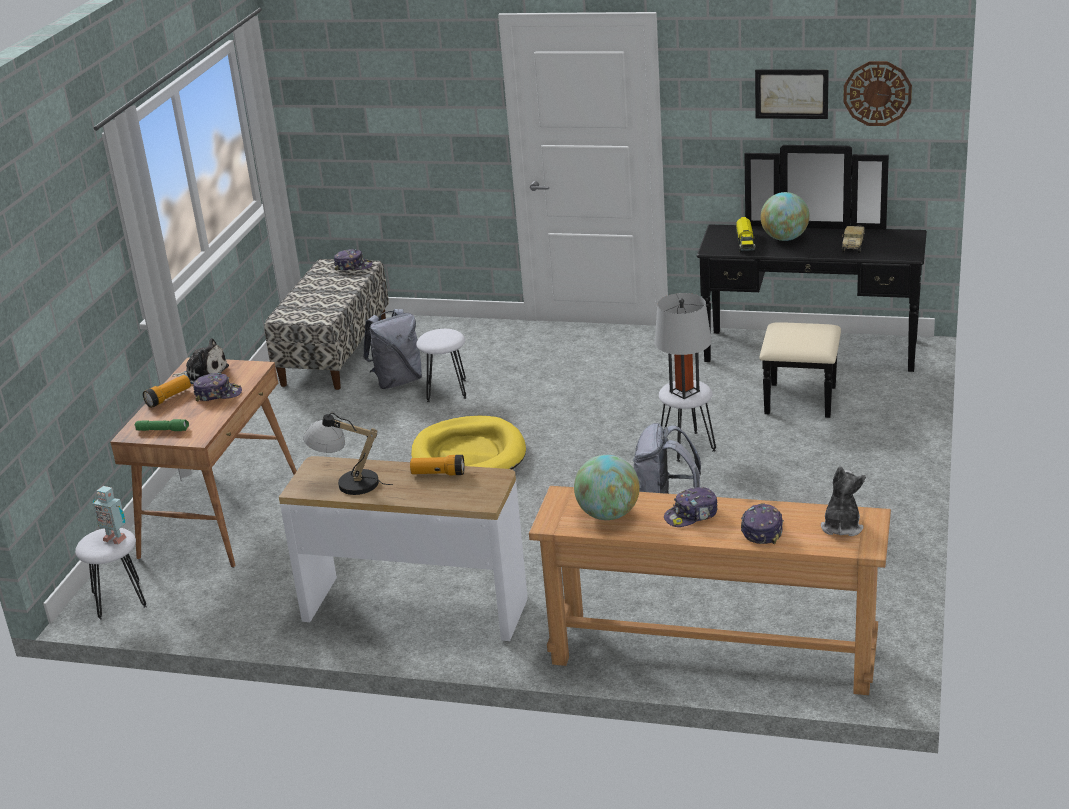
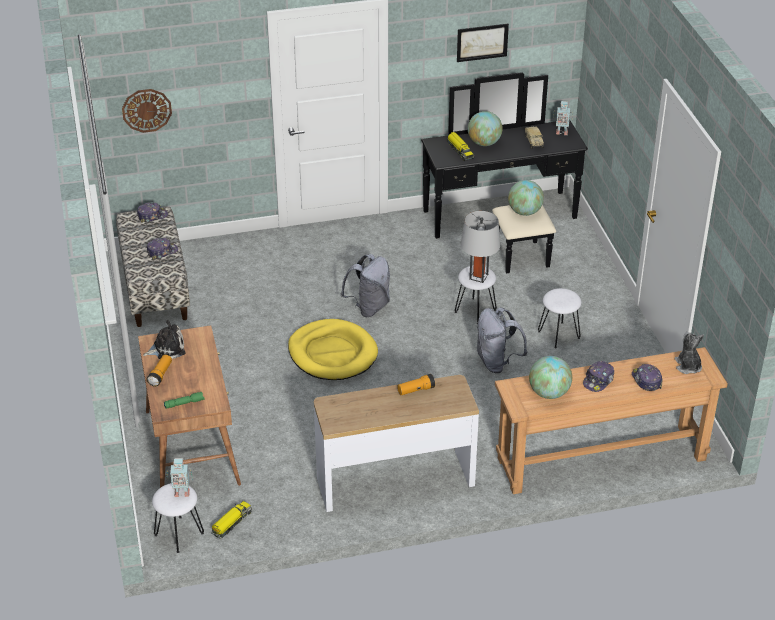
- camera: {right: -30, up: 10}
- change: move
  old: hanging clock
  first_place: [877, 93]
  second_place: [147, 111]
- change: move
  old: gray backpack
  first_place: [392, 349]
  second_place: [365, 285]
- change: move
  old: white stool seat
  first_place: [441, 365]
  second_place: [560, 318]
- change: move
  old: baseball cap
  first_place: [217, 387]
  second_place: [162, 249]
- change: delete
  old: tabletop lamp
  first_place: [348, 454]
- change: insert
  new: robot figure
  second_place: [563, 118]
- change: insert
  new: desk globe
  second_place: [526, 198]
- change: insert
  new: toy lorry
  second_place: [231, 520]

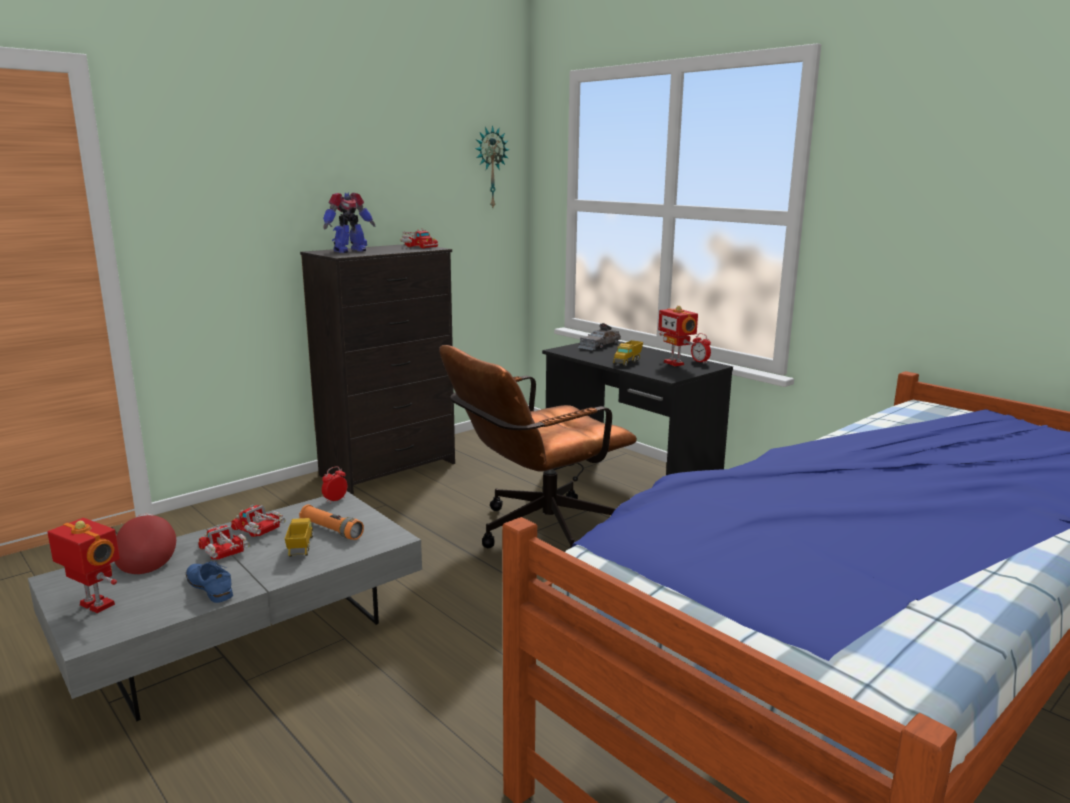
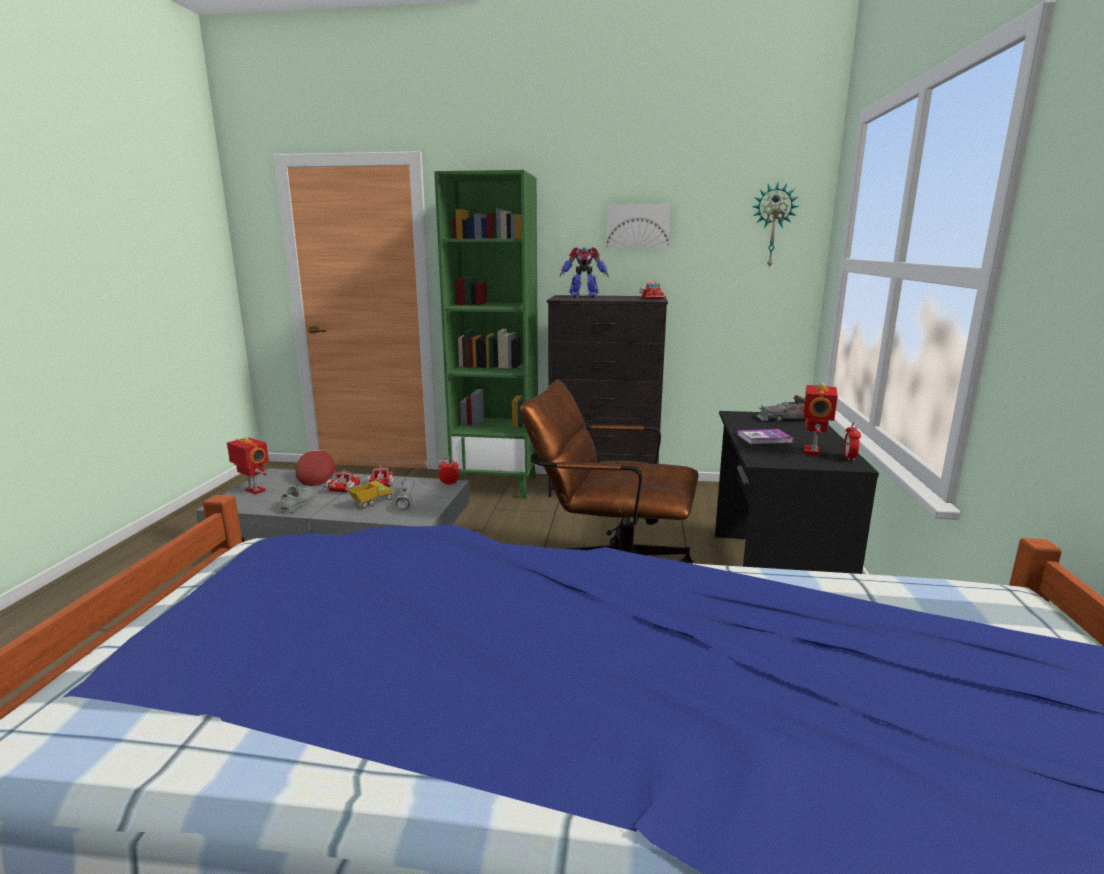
- camera: {right: 50, up: 0}
- change: replace
  old: toy lorry
  new: bound book
  first_place: [628, 353]
  second_place: [764, 436]
- change: recolor
  old: orange-coloured flashlight
  new: gray flashlight
  first_place: [331, 522]
  second_place: [405, 494]
- change: rotate
  old: reddish baseball cap
  first_place: [145, 544]
  second_place: [315, 468]
  degrees: -45
- change: rotate
  old: robot figure
  first_place: [83, 565]
  second_place: [248, 465]
  degrees: -45
- change: recolor
  old: bluish item of footwear
  new: gray item of footwear
  first_place: [209, 582]
  second_place: [297, 499]
- change: insert
  new: greenish bookcase
  second_place: [486, 334]
- change: insert
  new: wall art
  second_place: [638, 225]

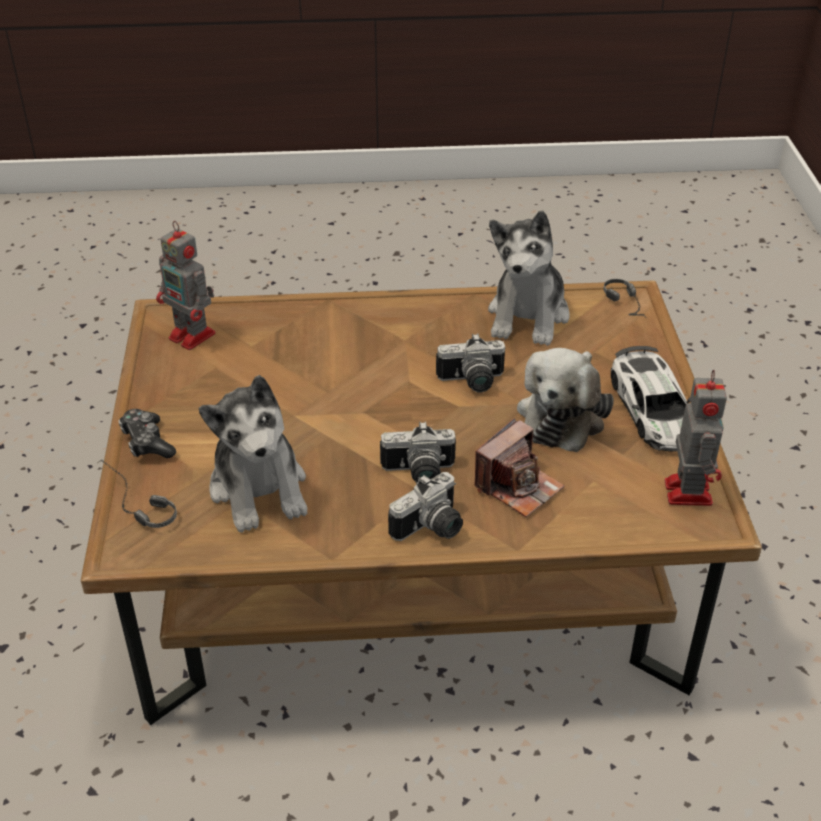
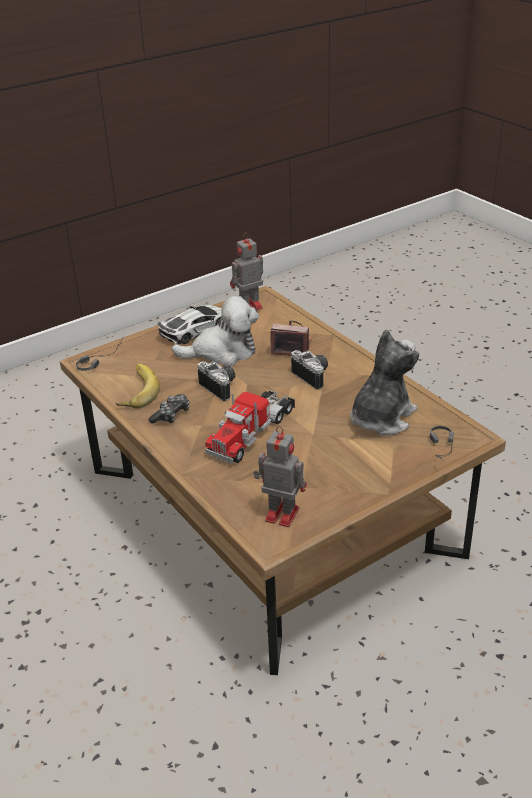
- camera: {right: -120, up: -5}
- change: replace
  old: plush toy
  new: whole banana
  first_place: [529, 278]
  second_place: [138, 386]
- change: rotate
  old: robot figure
  first_place: [186, 285]
  second_place: [280, 476]
  degrees: -75
- change: move
  old: gamepad
  first_place: [147, 434]
  second_place: [169, 409]
- change: delete
  old: photo camera
  first_place: [425, 506]
- change: insert
  new: toy lorry
  second_place: [250, 427]

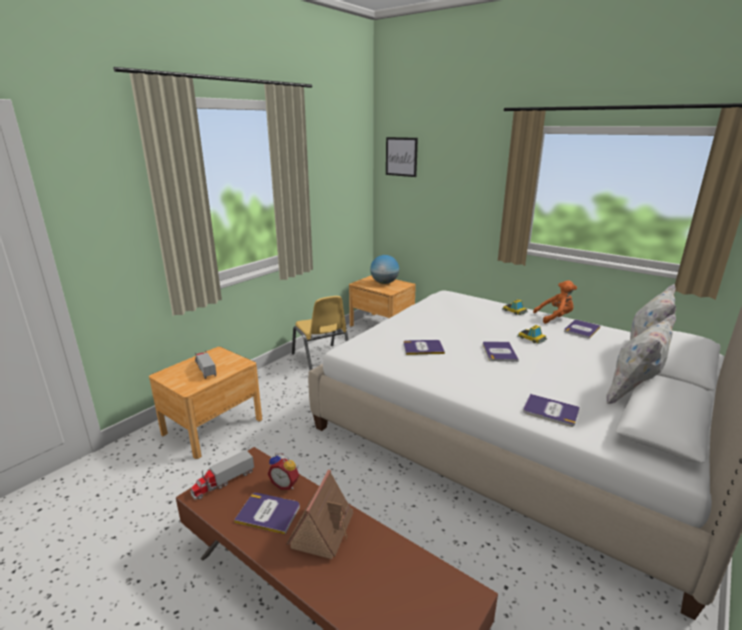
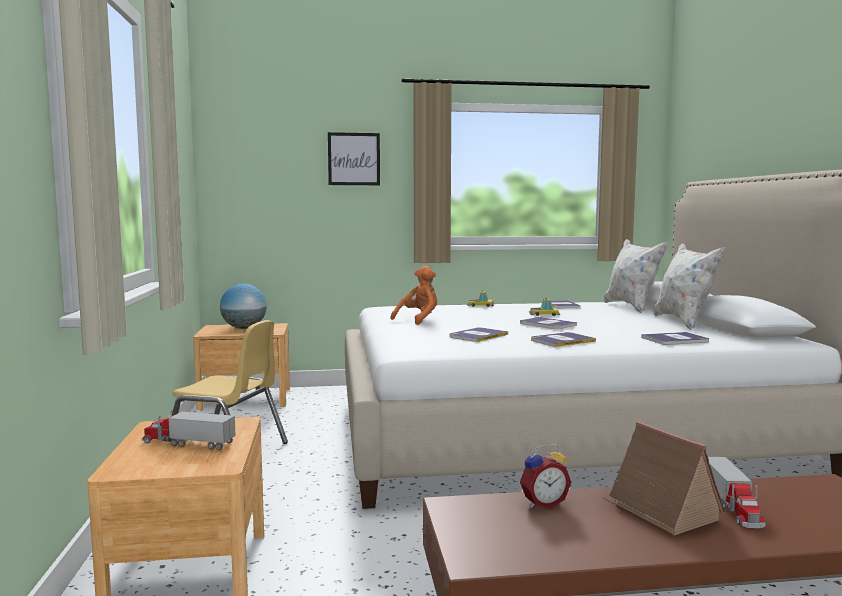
- camera: {right: -45, up: -15}
- change: move
  old: wall art
  first_place: [402, 157]
  second_place: [354, 158]
- change: move
  old: orange-coloured plush toy
  first_place: [555, 302]
  second_place: [414, 295]
- change: move
  old: toy lorry
  first_place: [222, 475]
  second_place: [737, 492]
- change: move
  old: bound book
  first_place: [267, 513]
  second_place: [563, 339]

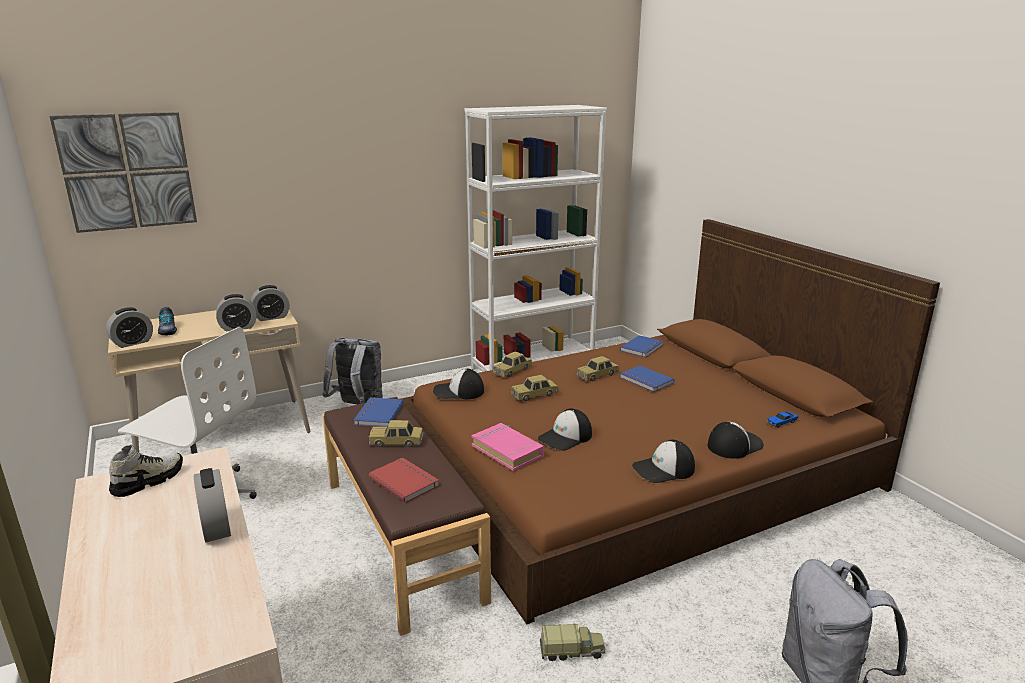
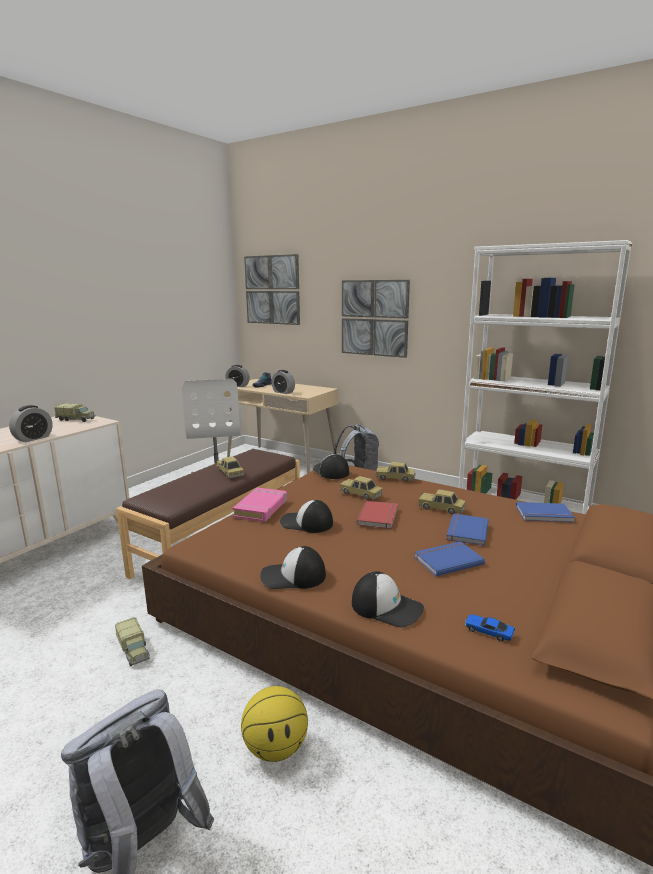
- camera: {right: 60, up: -5}
- change: delete
  old: table clock
  first_place: [270, 303]
- change: move
  old: bluish bound book
  first_place: [378, 412]
  second_place: [450, 558]
- change: rotate
  old: baseball cap
  first_place: [663, 461]
  second_place: [293, 567]
  degrees: -45
- change: replace
  old: item of footwear
  new: toy lorry
  first_place: [146, 471]
  second_place: [74, 412]
- change: move
  old: reddish bound book
  first_place: [404, 480]
  second_place: [377, 515]
- change: insert
  new: wall art
  second_place: [376, 319]
- change: insert
  new: basketball
  second_place: [274, 724]

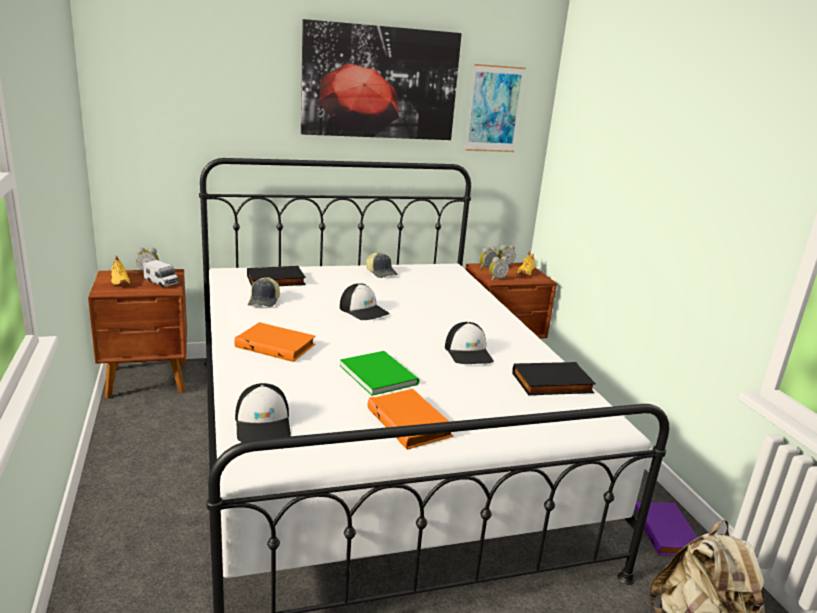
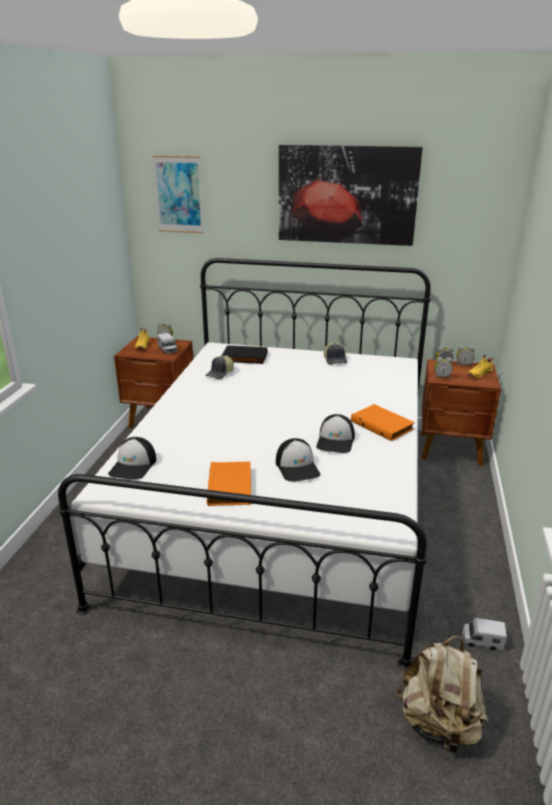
- camera: {right: 30, up: 5}
- change: move
  old: wall art
  first_place: [495, 108]
  second_place: [178, 194]
- change: move
  old: baseball cap
  first_place: [364, 301]
  second_place: [298, 459]
- change: move
  old: orange-coloured bound book
  first_place: [274, 342]
  second_place: [383, 422]
- change: delete
  old: greenish bound book
  first_place: [379, 373]
- change: delete
  old: black bound book
  first_place: [554, 378]
- change: replace
  old: purplish bound book
  new: toy lorry
  first_place: [666, 528]
  second_place: [484, 634]

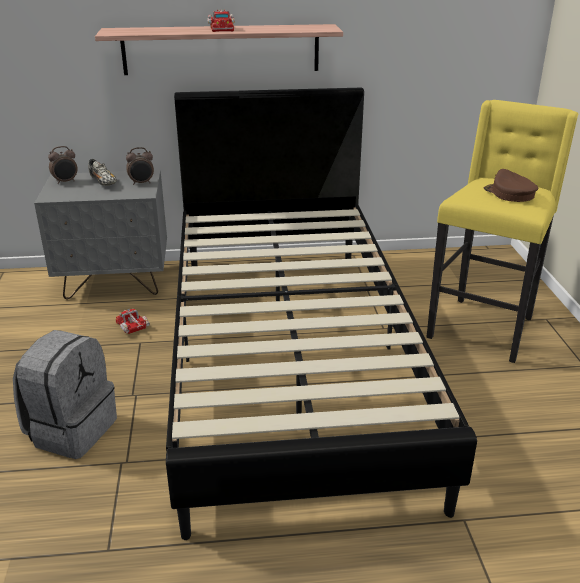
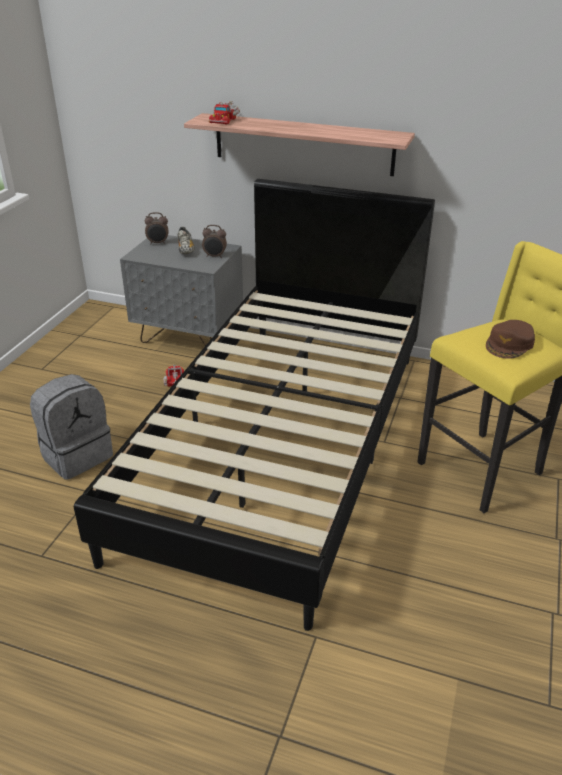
- camera: {right: 25, up: 5}
- change: move
  old: toy lorry
  first_place: [221, 20]
  second_place: [224, 112]
- change: rotate
  old: brown baseball cap
  first_place: [511, 185]
  second_place: [510, 339]
  degrees: -135

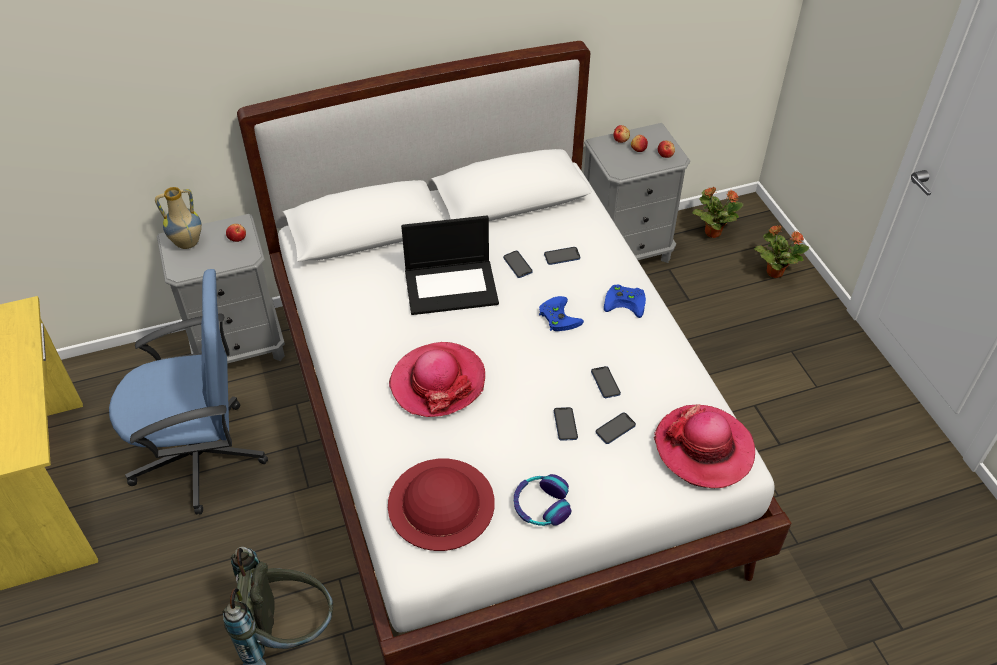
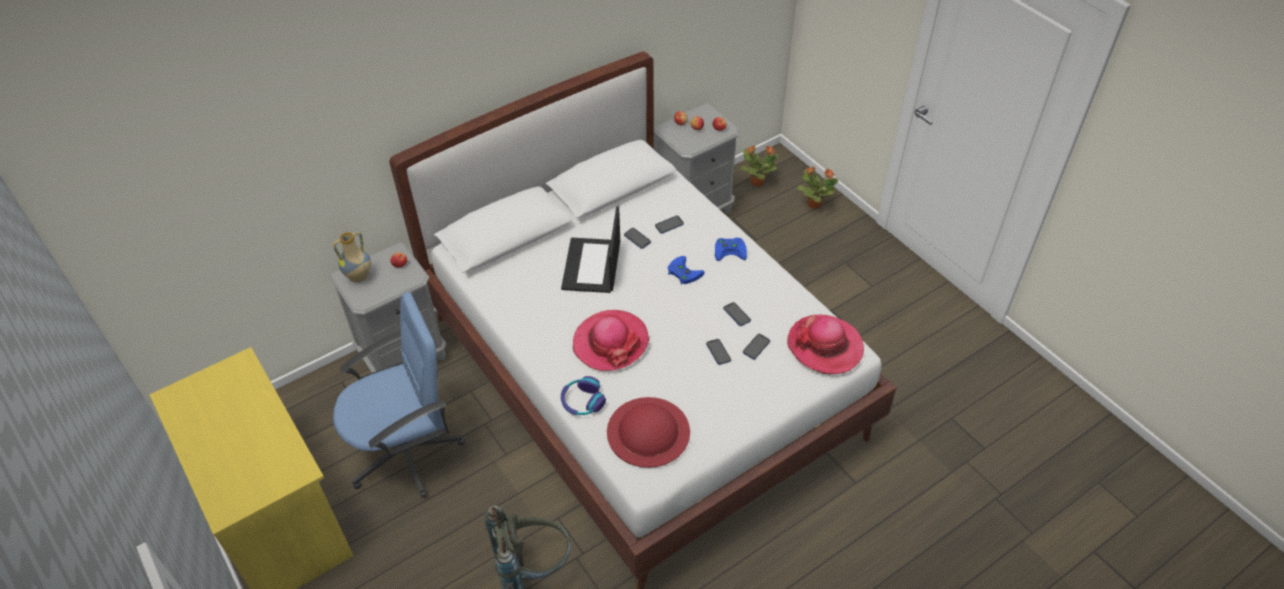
- camera: {right: -15, up: 0}
- change: rotate
  old: notebook computer
  first_place: [450, 265]
  second_place: [590, 249]
  degrees: 120
- change: move
  old: headset
  first_place: [542, 500]
  second_place: [583, 395]

